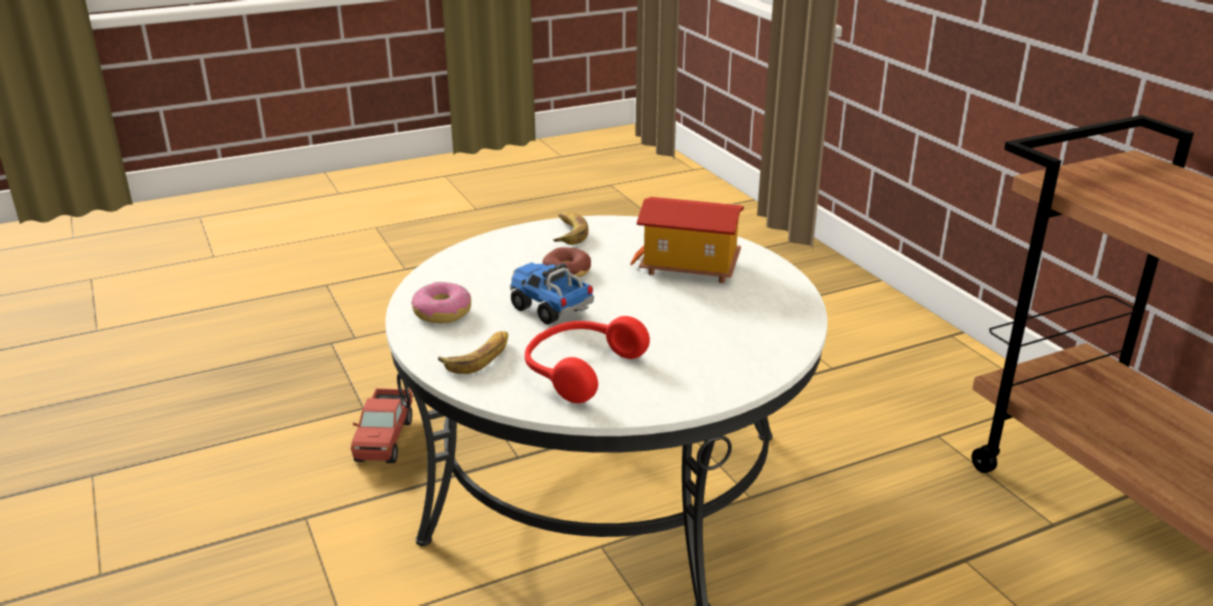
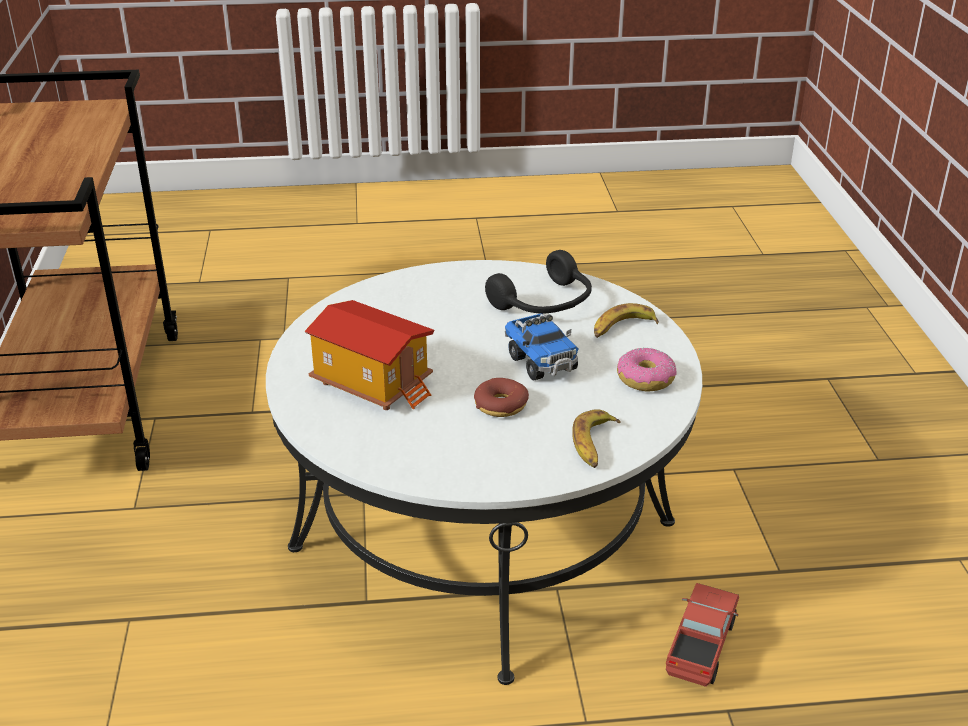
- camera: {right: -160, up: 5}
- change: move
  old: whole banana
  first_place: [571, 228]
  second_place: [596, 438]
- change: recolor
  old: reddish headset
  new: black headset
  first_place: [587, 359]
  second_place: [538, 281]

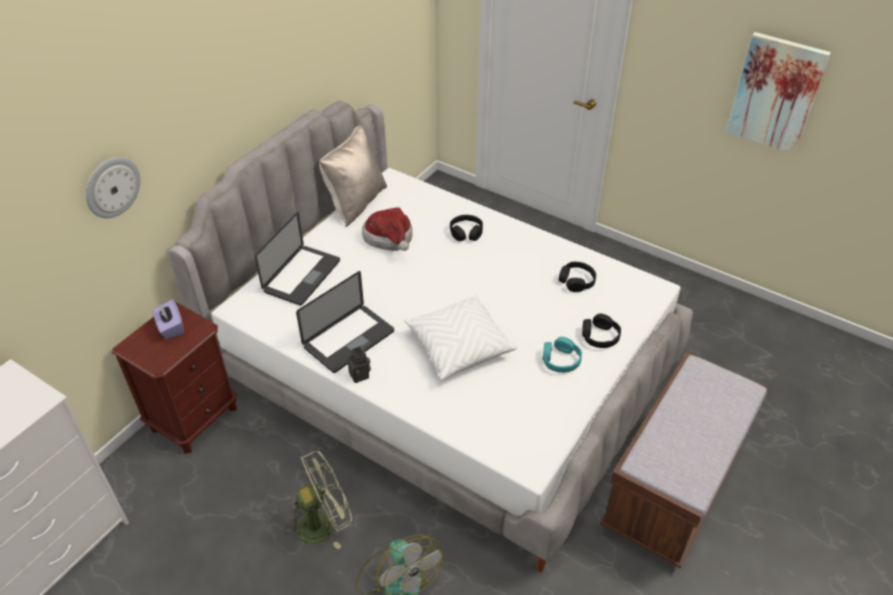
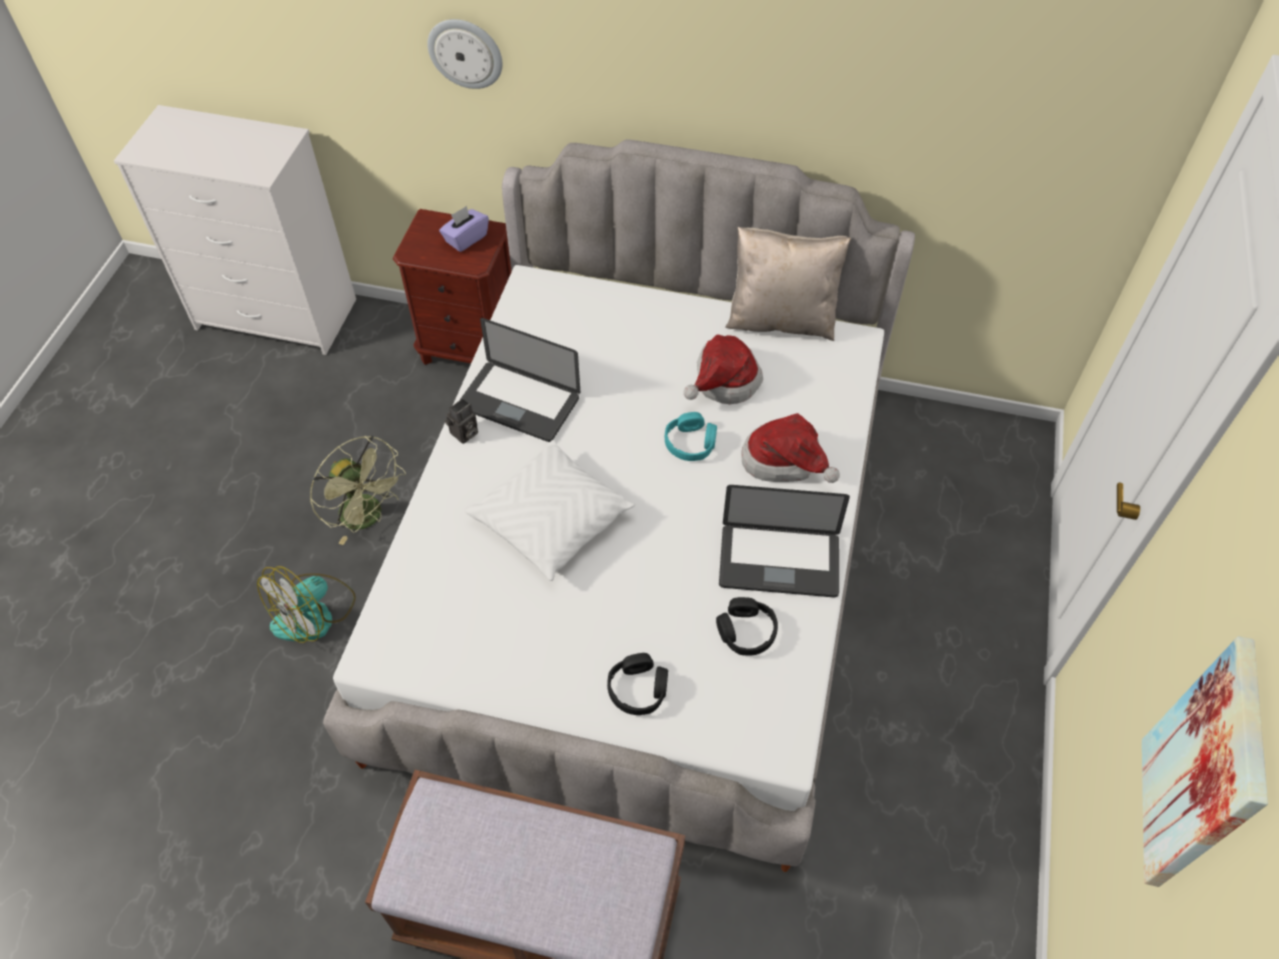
- camera: {right: 70, up: 10}
- change: move
  old: notebook computer
  first_place: [297, 259]
  second_place: [784, 541]
- change: replace
  old: black headset
  new: hat
  first_place: [466, 228]
  second_place: [790, 448]
- change: move
  old: turquoise-coloured headset
  first_place: [562, 355]
  second_place: [691, 436]

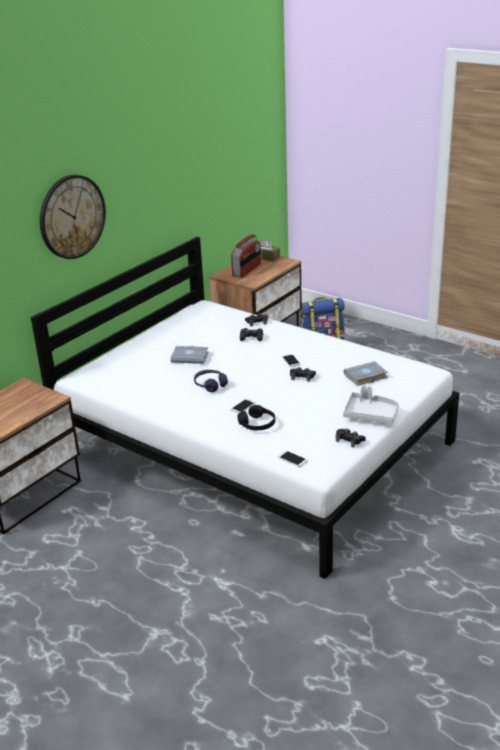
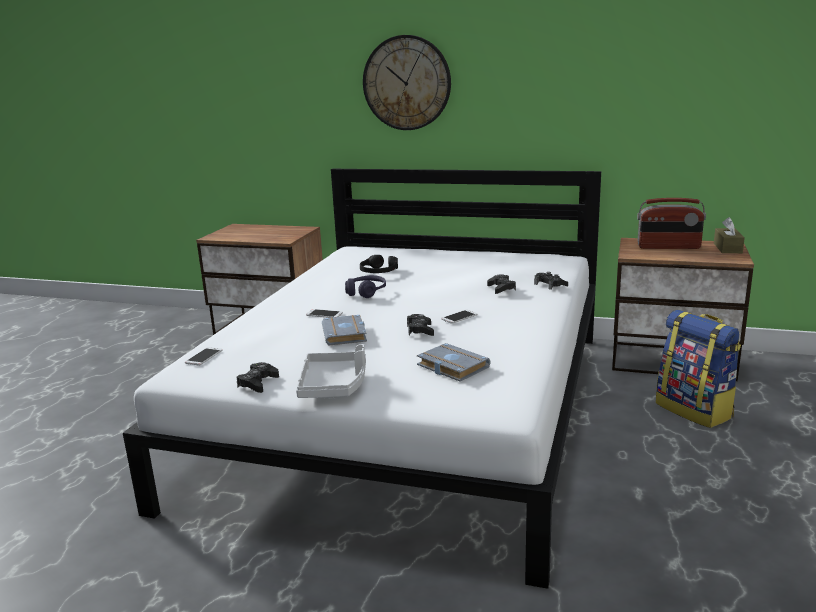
- camera: {right: 70, up: -10}
- change: move
  old: gray bound book
  first_place: [189, 355]
  second_place: [344, 330]
- change: move
  old: black headset
  first_place: [256, 417]
  second_place: [379, 264]

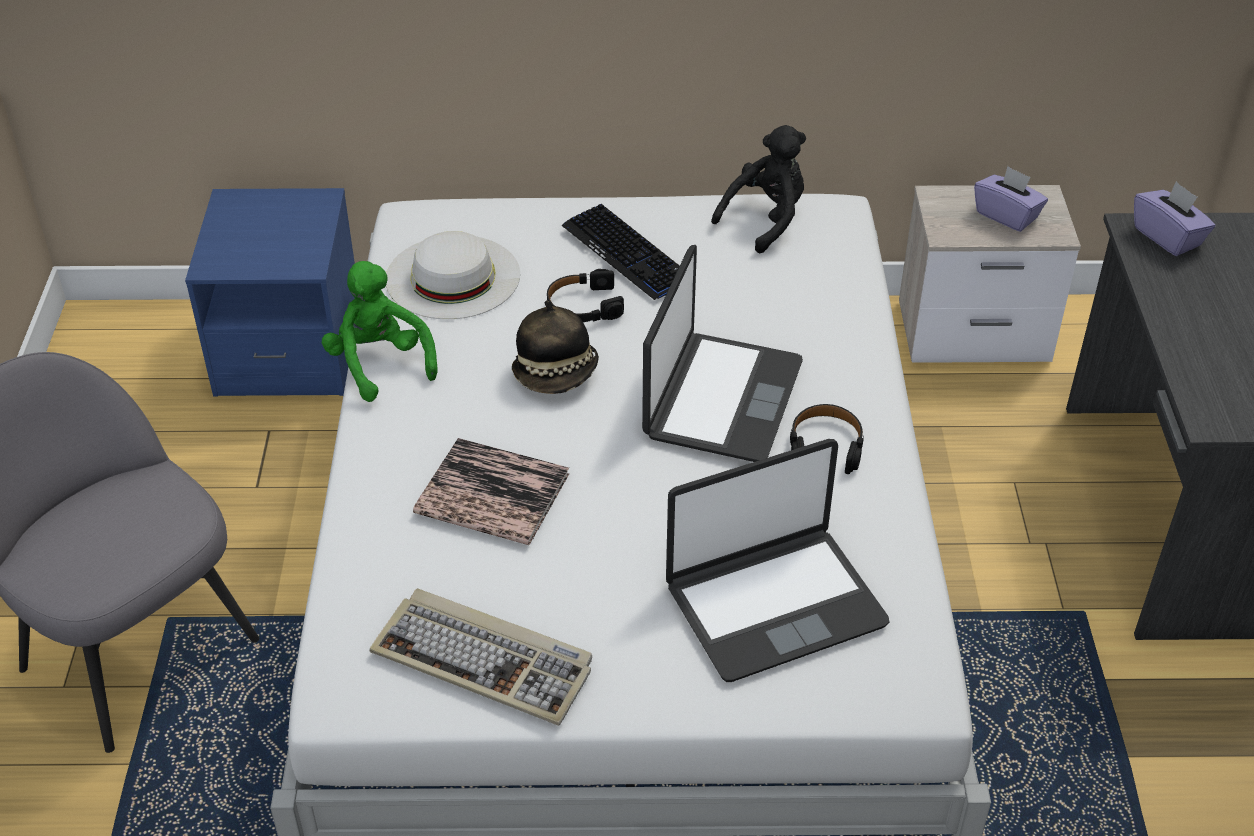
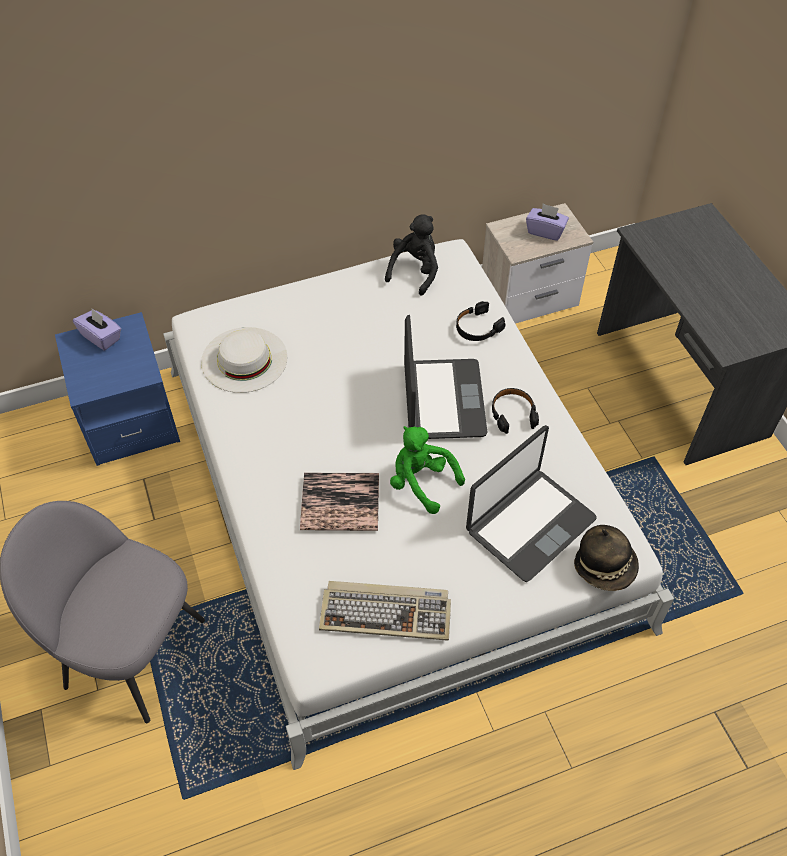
- camera: {right: -20, up: 10}
- change: move
  old: purplish tissue holder
  first_place: [1174, 218]
  second_place: [97, 330]
- change: delete
  old: PC keyboard
  first_place: [620, 252]
- change: move
  old: greenish plush toy
  first_place: [380, 331]
  second_place: [427, 470]
- change: move
  old: black headset
  first_place: [585, 295]
  second_place: [481, 321]
- change: move
  old: hat
  first_place: [555, 347]
  second_place: [606, 558]

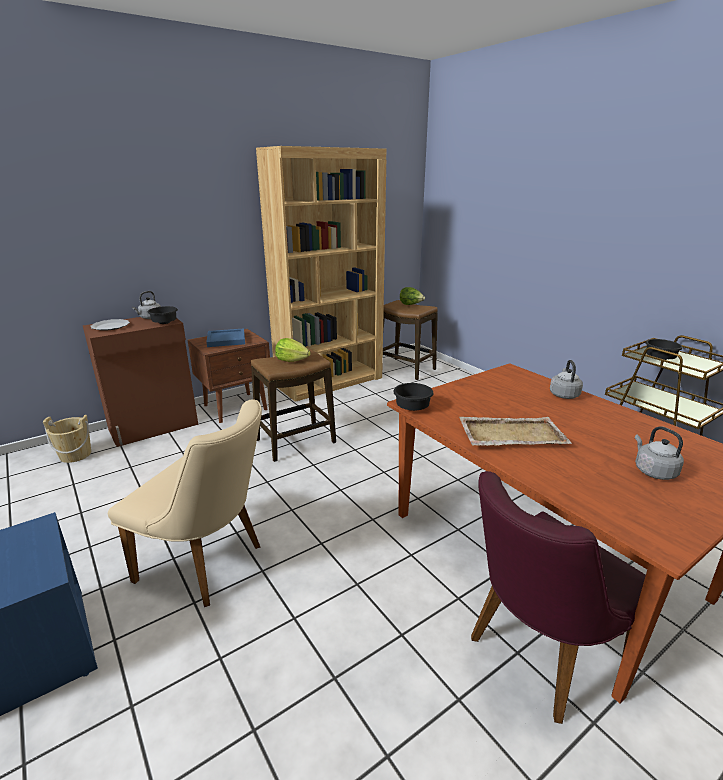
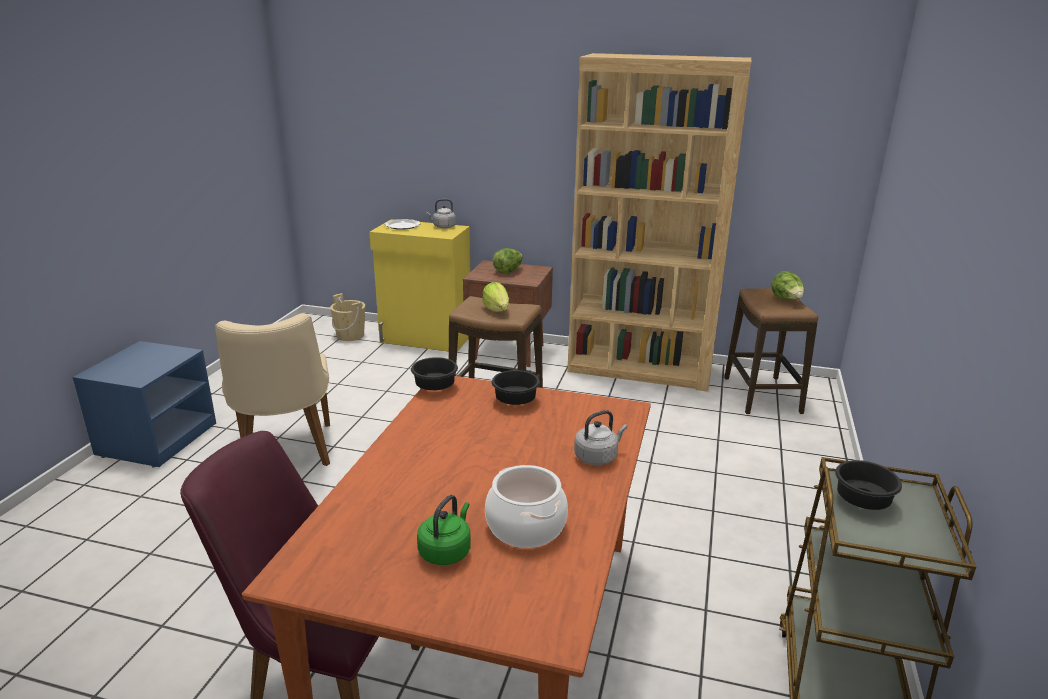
- camera: {right: 50, up: 0}
- change: move
  old: black deep dish
  first_place: [162, 315]
  second_place: [516, 387]
- change: recolor
  old: brown storage cabinet
  new: yellow-coloured storage cabinet
  first_place: [140, 382]
  second_place: [419, 285]
- change: replace
  old: bluish carrying tray
  new: lettuce
  first_place: [225, 337]
  second_place: [508, 261]
- change: delete
  old: beige carrying tray
  first_place: [515, 431]
- change: recolor
  old: gray tea kettle
  new: greenish tea kettle
  first_place: [659, 453]
  second_place: [444, 530]
- change: insert
  new: stockpot
  second_place: [526, 506]

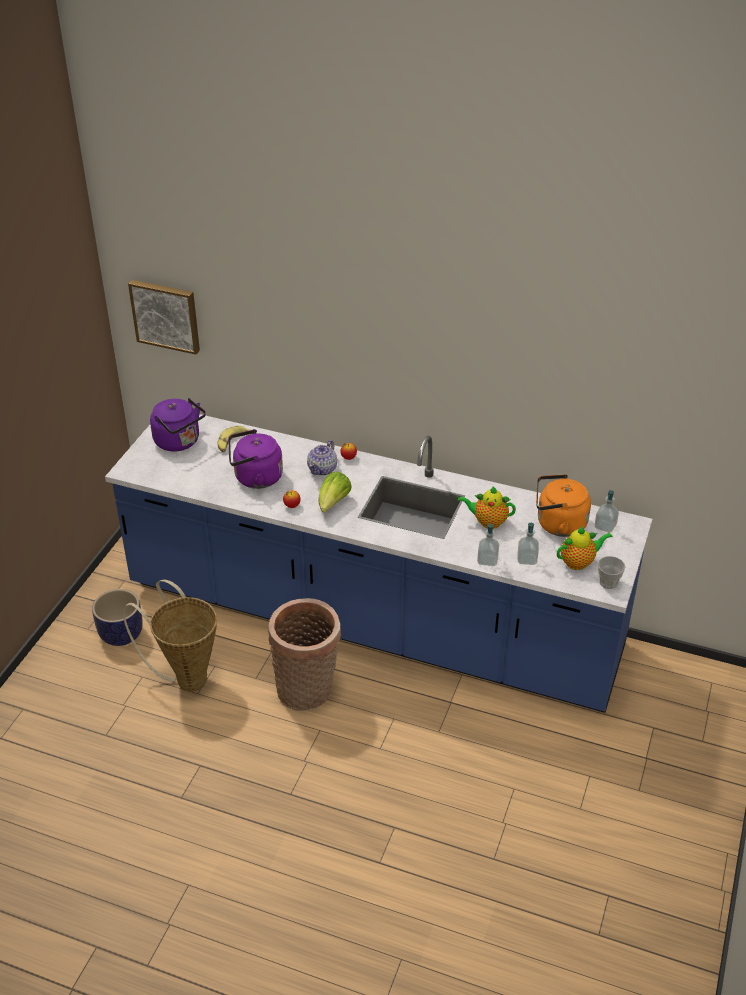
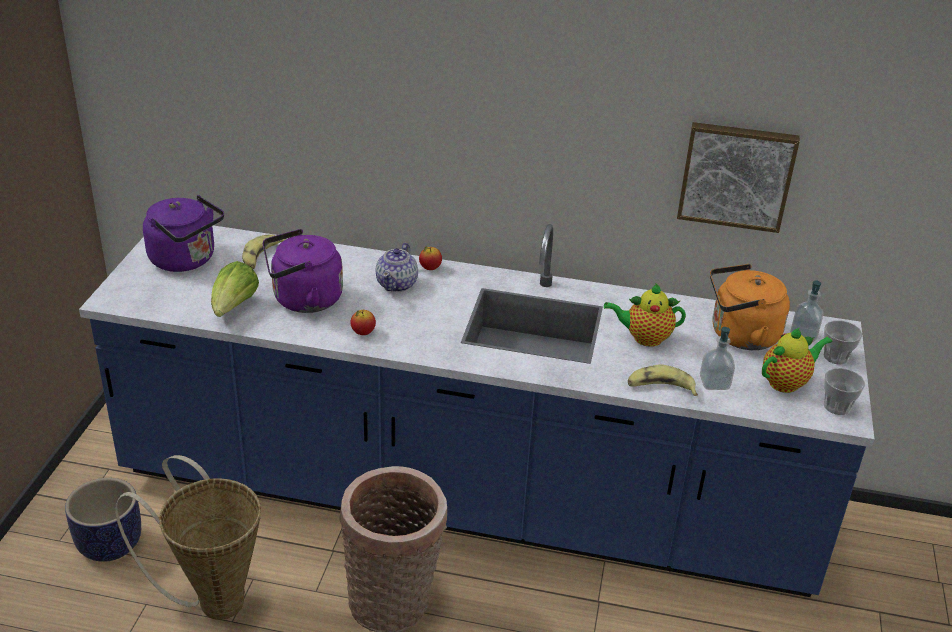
- camera: {right: -10, up: -5}
- change: move
  old: wall art
  first_place: [164, 317]
  second_place: [738, 177]
- change: move
  old: lettuce
  first_place: [335, 492]
  second_place: [235, 289]
- change: replace
  old: liquid soap bottle
  new: whole banana
  first_place: [488, 544]
  second_place: [663, 380]
- change: insert
  new: cup
  second_place: [842, 342]

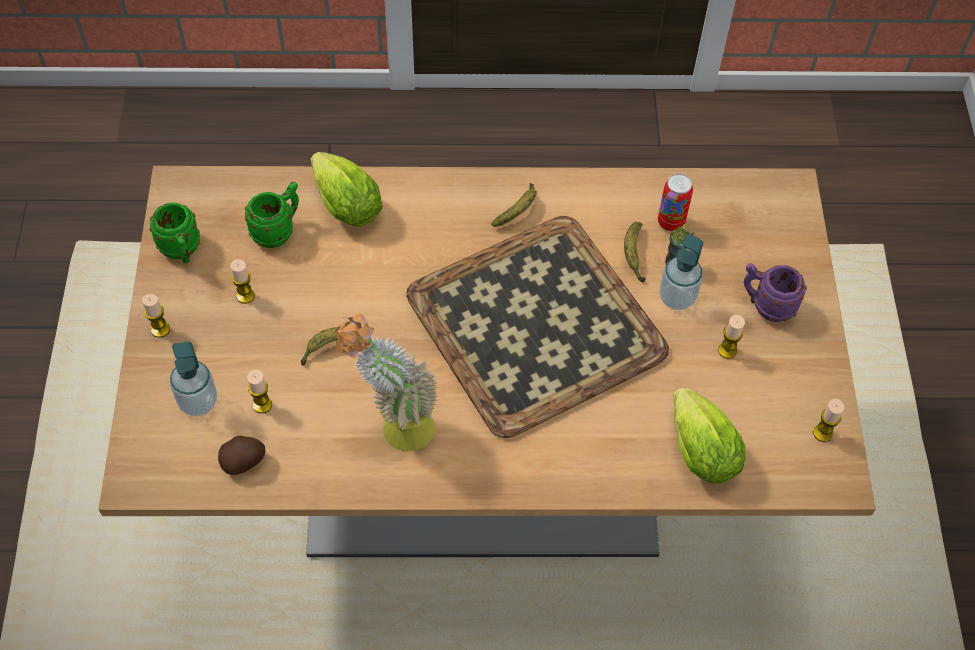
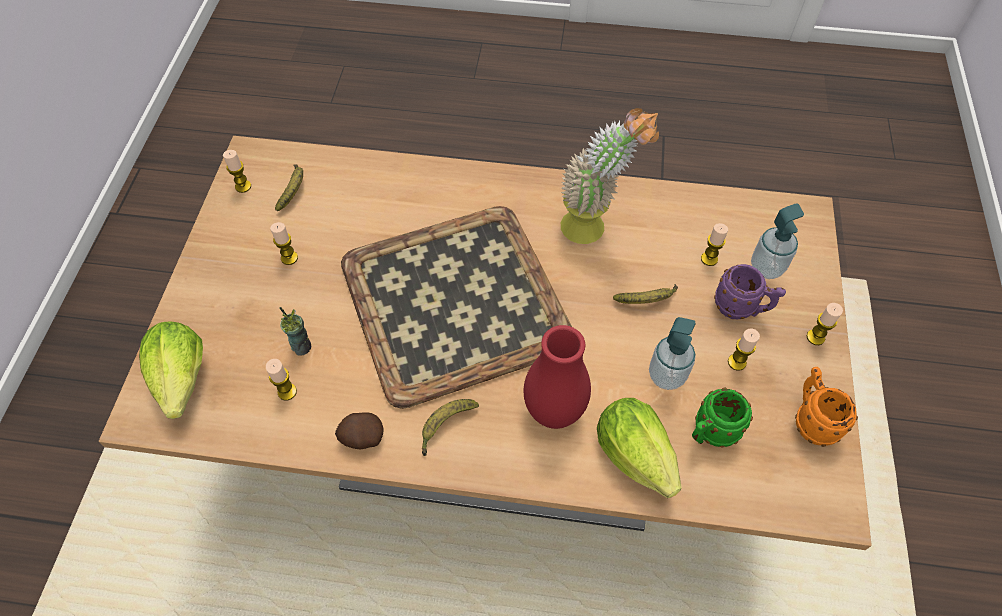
- camera: {right: -170, up: 0}
- change: replace
  old: metal can
  new: candle
  first_place: [675, 202]
  second_place: [281, 379]
- change: recolor
  old: greenish mug
  new: orange-coloured mug
  first_place: [175, 233]
  second_place: [826, 407]
- change: move
  old: whole banana
  first_place: [634, 252]
  second_place: [289, 187]
- change: move
  old: liquid soap bottle
  first_place: [681, 272]
  second_place: [672, 353]
- change: move
  old: purplish mug
  first_place: [775, 293]
  second_place: [750, 291]
- change: move
  old: lettuce
  first_place: [709, 435]
  second_place: [171, 370]
- change: move
  old: spud
  first_place: [241, 455]
  second_place: [359, 431]
- change: insert
  new: reddish flower vase
  second_place: [557, 377]

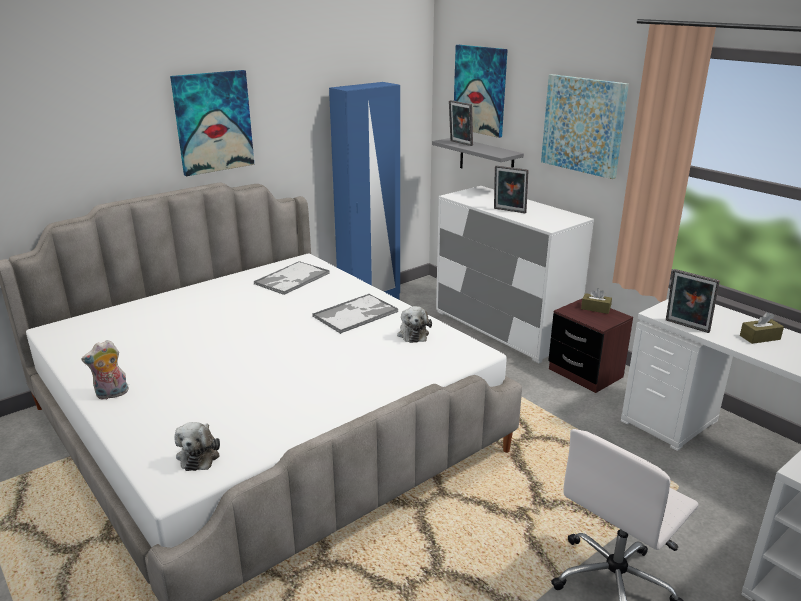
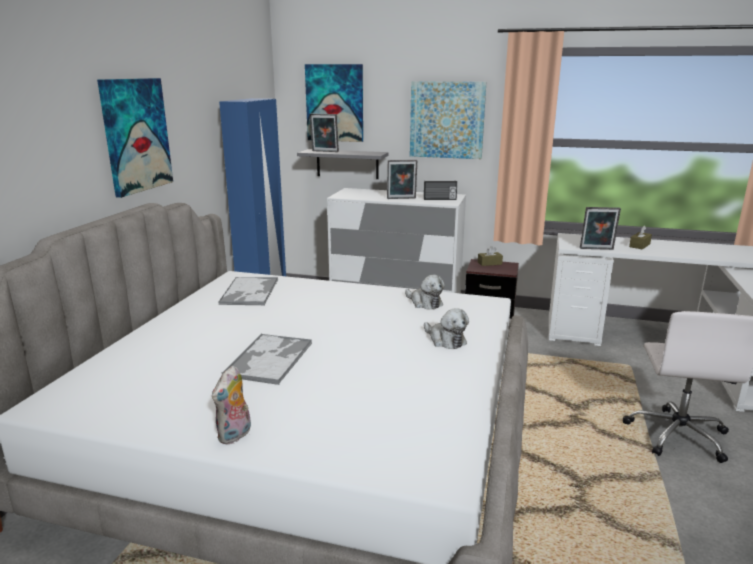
- camera: {right: -35, up: -5}
- change: move
  old: carrying tray
  first_place: [355, 314]
  second_place: [266, 359]
- change: move
  old: plush toy
  first_place: [197, 446]
  second_place: [446, 328]
- change: insert
  new: radio set
  second_place: [440, 190]

